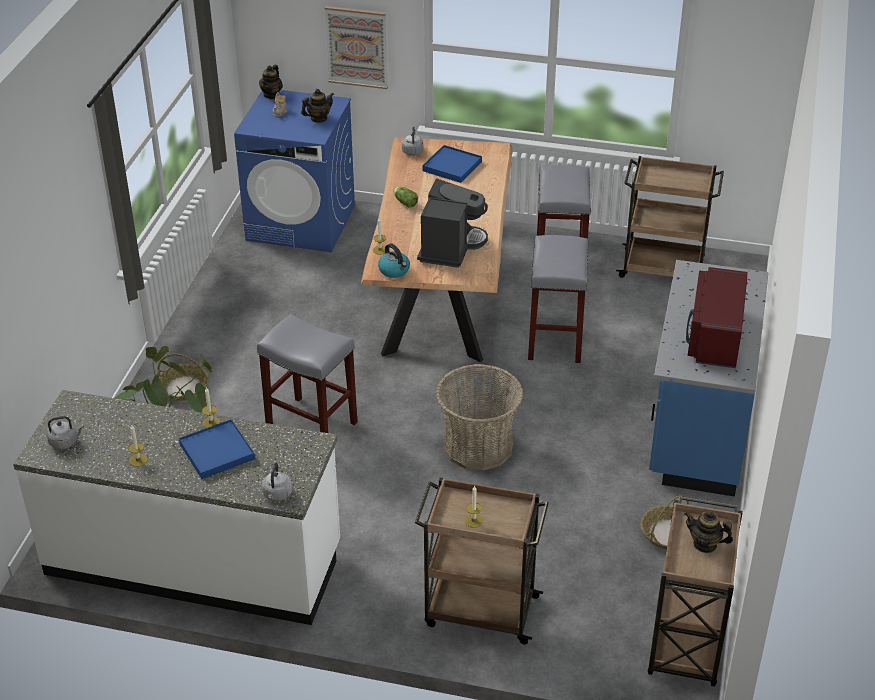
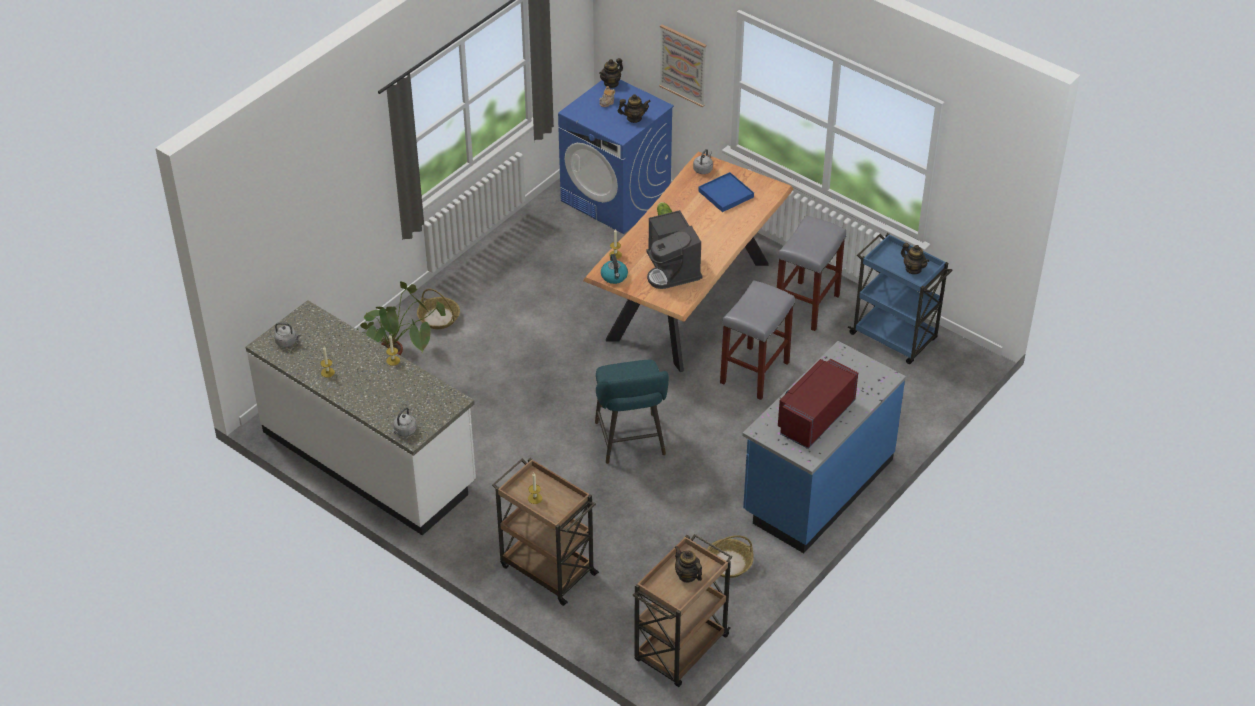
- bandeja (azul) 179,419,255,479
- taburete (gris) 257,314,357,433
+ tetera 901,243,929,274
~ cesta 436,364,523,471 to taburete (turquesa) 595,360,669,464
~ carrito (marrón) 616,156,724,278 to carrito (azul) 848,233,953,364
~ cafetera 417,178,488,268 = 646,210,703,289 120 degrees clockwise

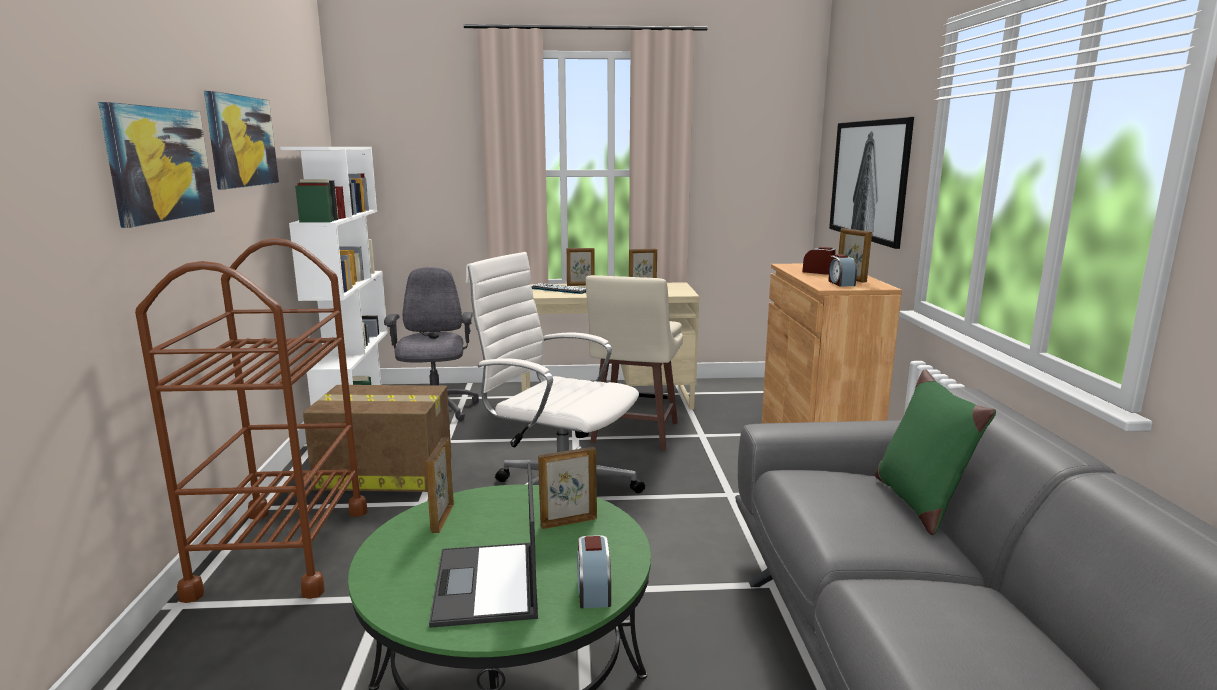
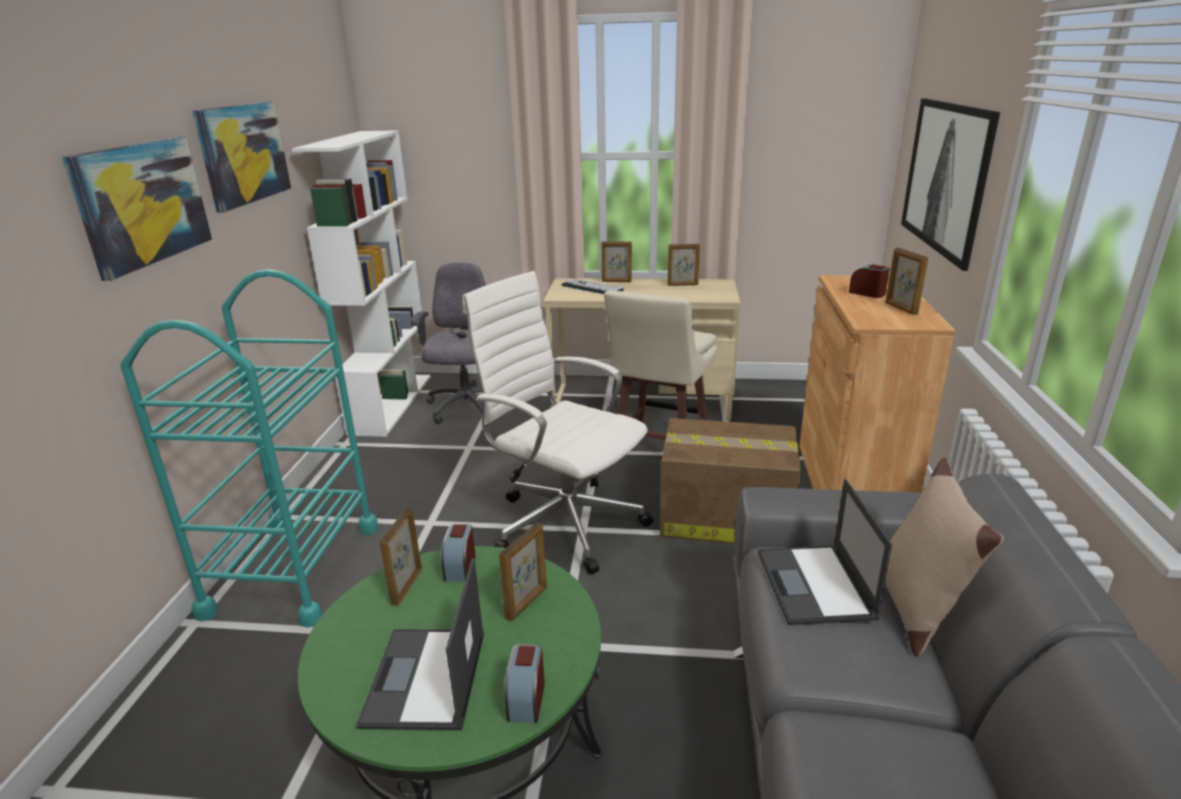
+ portátil 758,479,892,625
~ caja de cartón 303,385,452,492 to 660,418,801,544
~ despertador 828,254,857,286 to 441,524,476,582
~ carrito (marrón) 135,238,368,603 to carrito (turquesa) 121,269,378,628
~ cojín (verde) 875,370,996,535 to cojín (beis) 885,458,1004,657
~ portarretratos 538,447,597,529 = 499,523,547,621 135 degrees clockwise

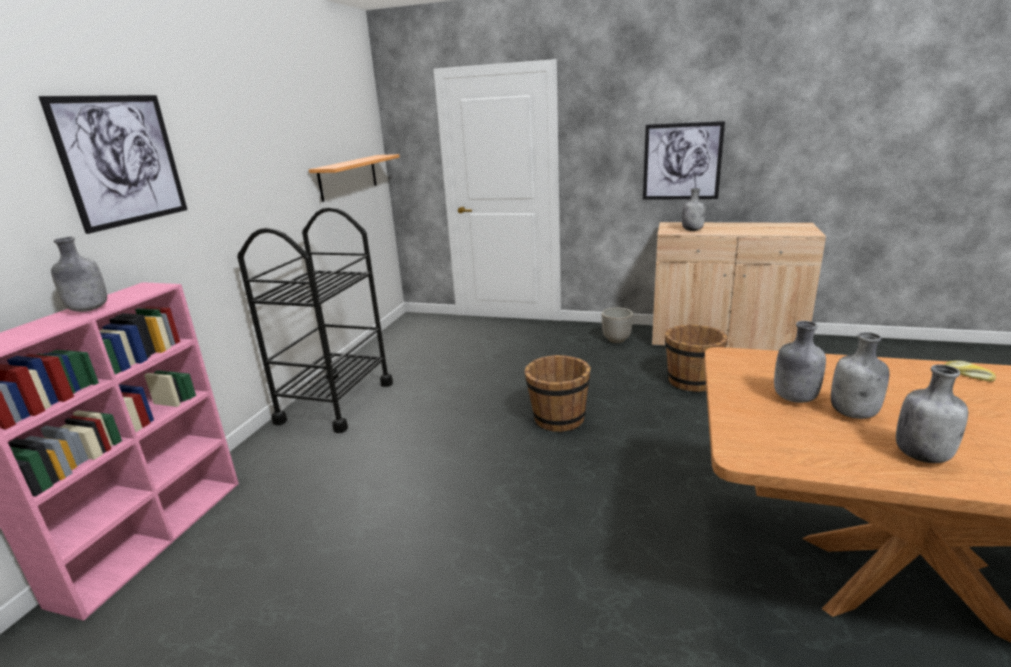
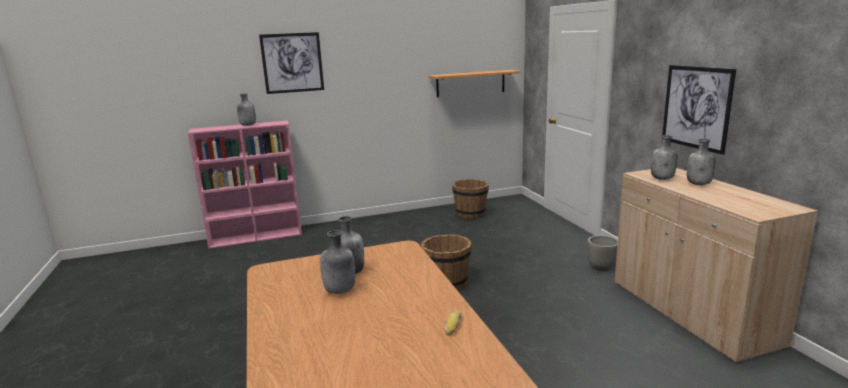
- carrito (negro) 237,207,393,433
~ cubo (marrón) 665,324,728,392 to 452,179,489,219
~ botella (gris) 896,364,968,463 to 687,139,716,185

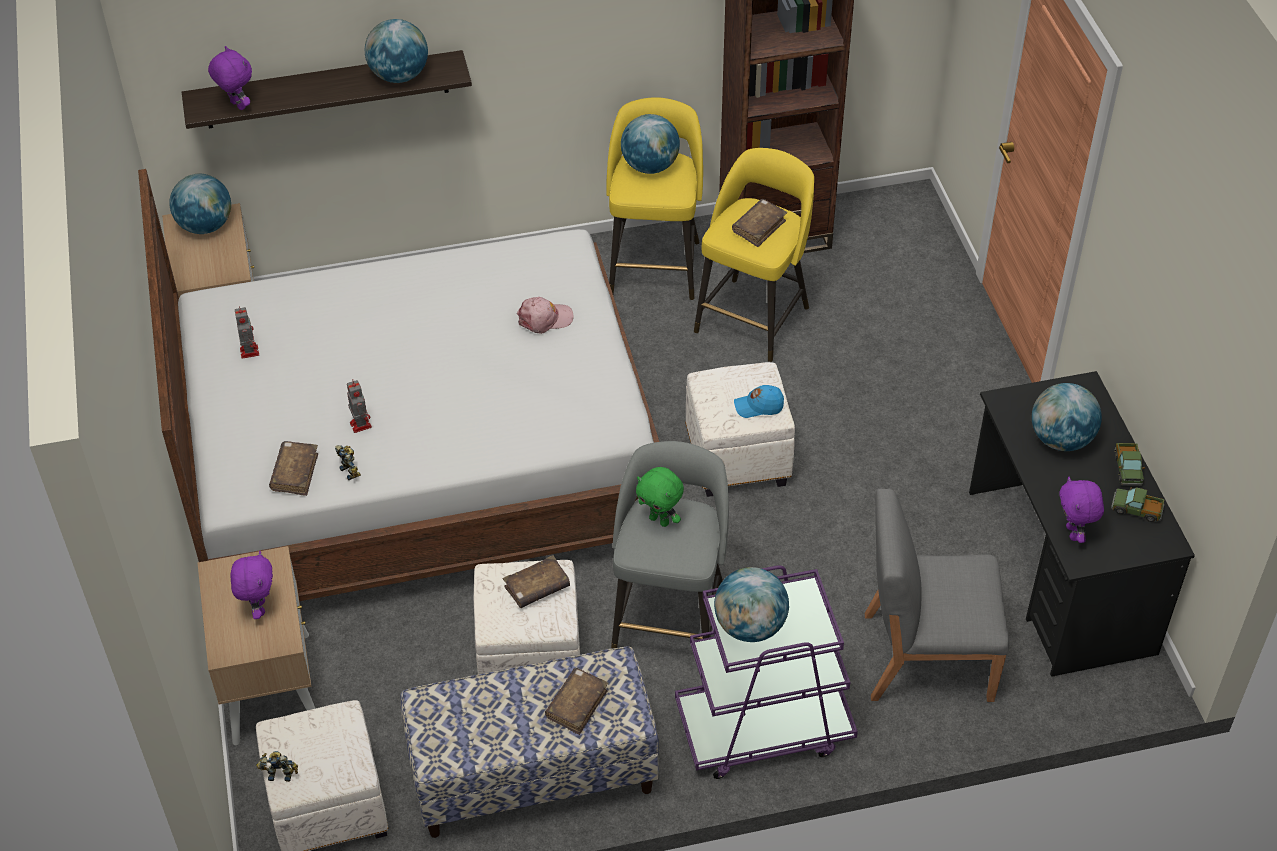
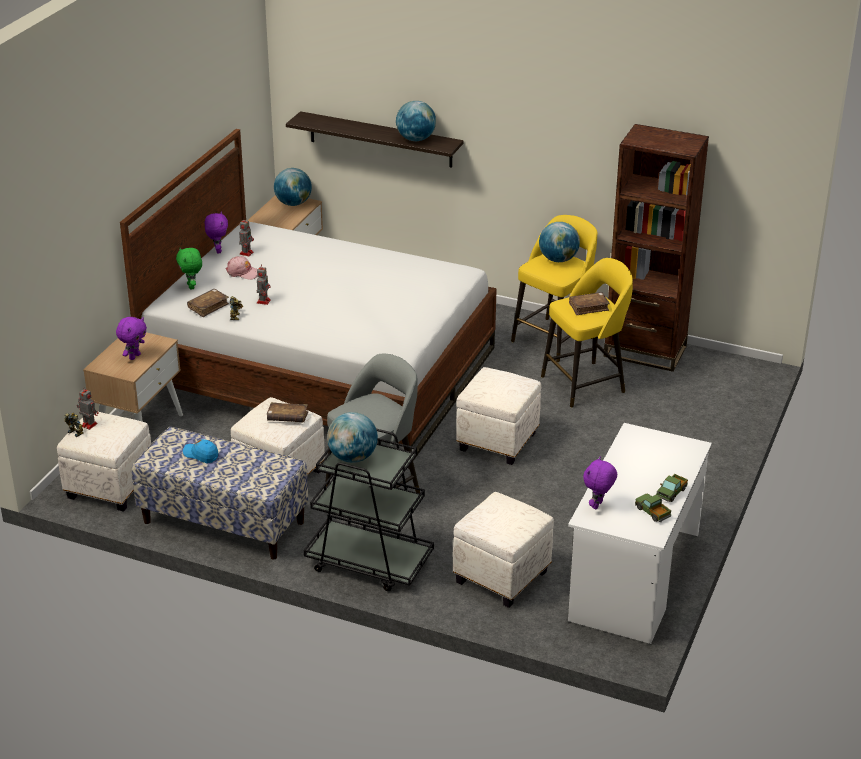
- libro (marrón) 545,668,608,735
- globo terráqueo 1032,383,1102,451
+ robot de juguete 77,387,98,430
~ peluche (morado) 208,46,252,110 to 205,212,228,253
~ gorra (rosa) 517,297,574,334 to 225,256,258,280
~ peluche (verde) 636,467,684,527 to 176,248,202,289
~ gorra (azul) 734,385,784,418 to 183,439,218,463
~ silla (gris) 865,489,1009,702 to puf (blanco) 453,492,554,608
~ carrito (morado) 675,565,858,779 to carrito (negro) 304,429,434,591
~ escritorio (negro) 969,371,1195,677 to escritorio (blanco) 568,423,712,644

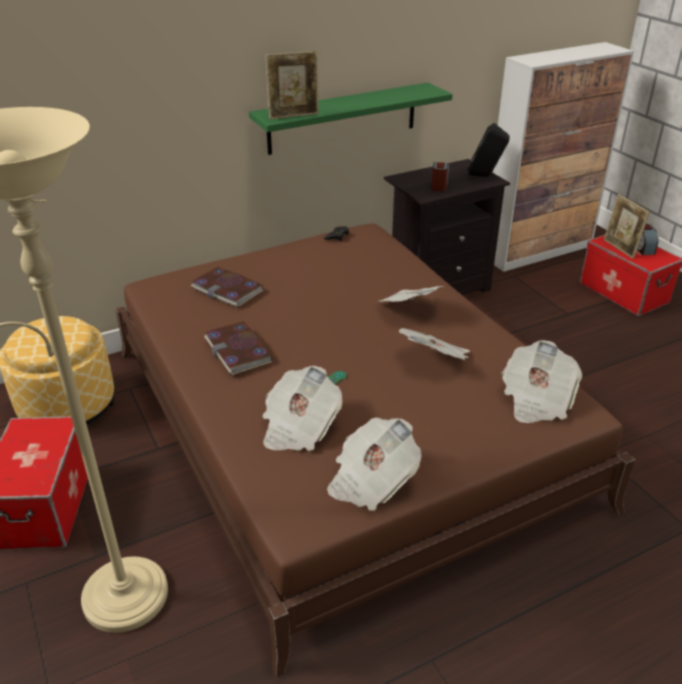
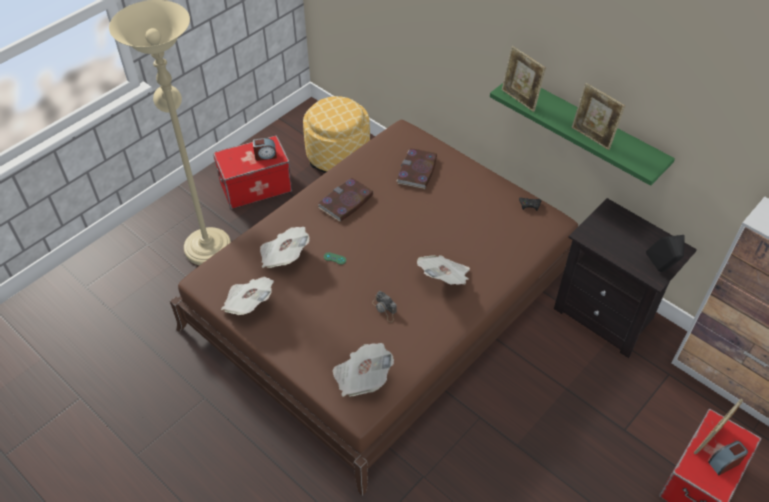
+ portarretratos 572,83,625,150
~ despertador 431,162,449,191 to 253,138,277,161
~ periódico 399,328,470,360 to cámara 372,291,397,322

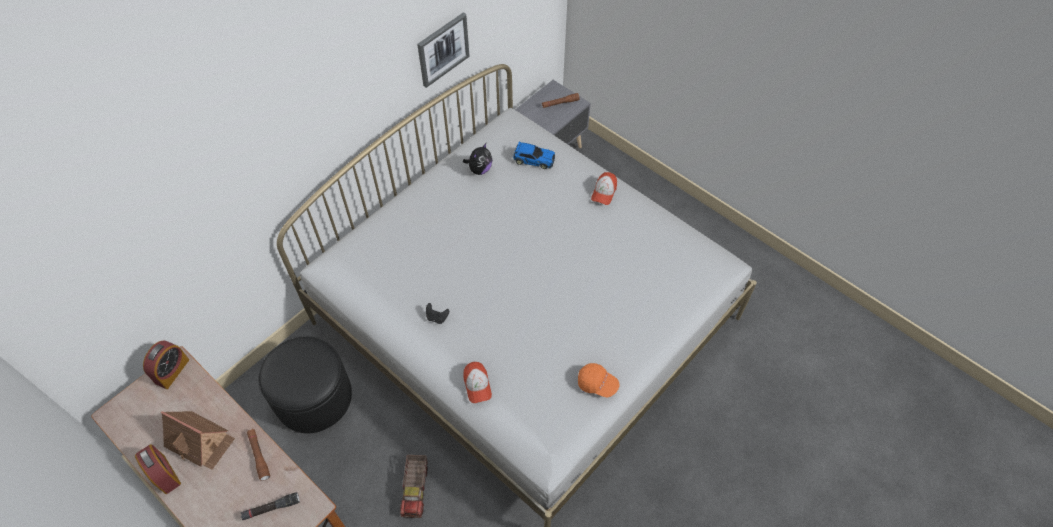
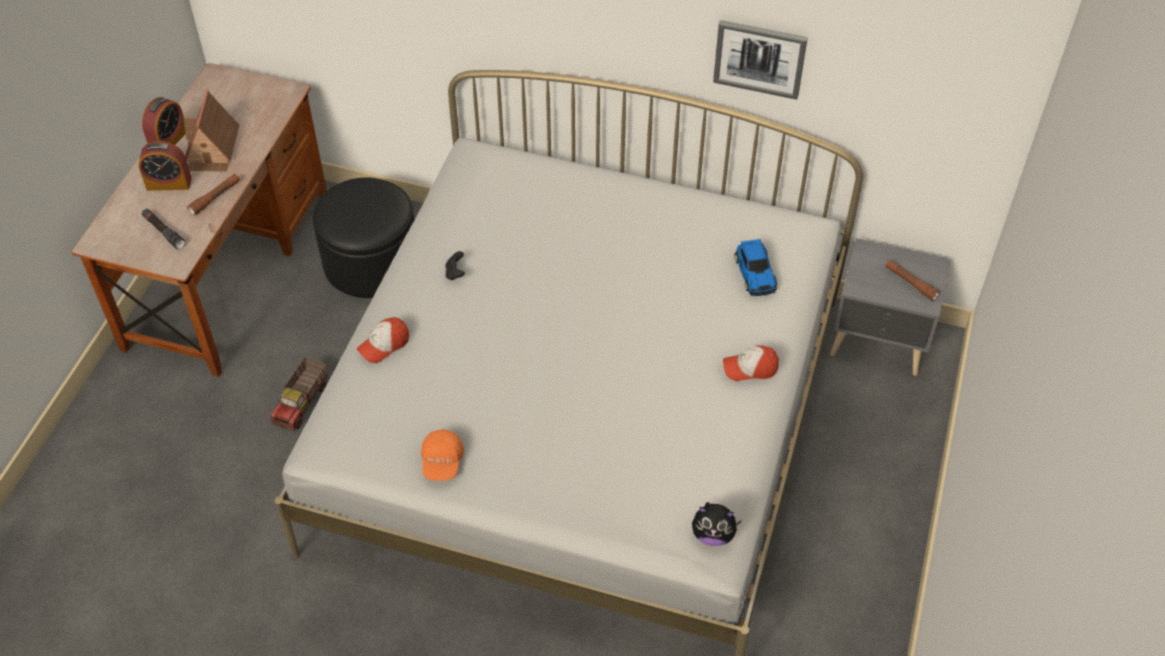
~ despertador 143,340,189,389 to 138,141,192,191
~ peluche 463,143,492,175 to 692,502,741,546
~ camión de juguete 400,455,428,518 = 270,357,328,431 45 degrees counterclockwise

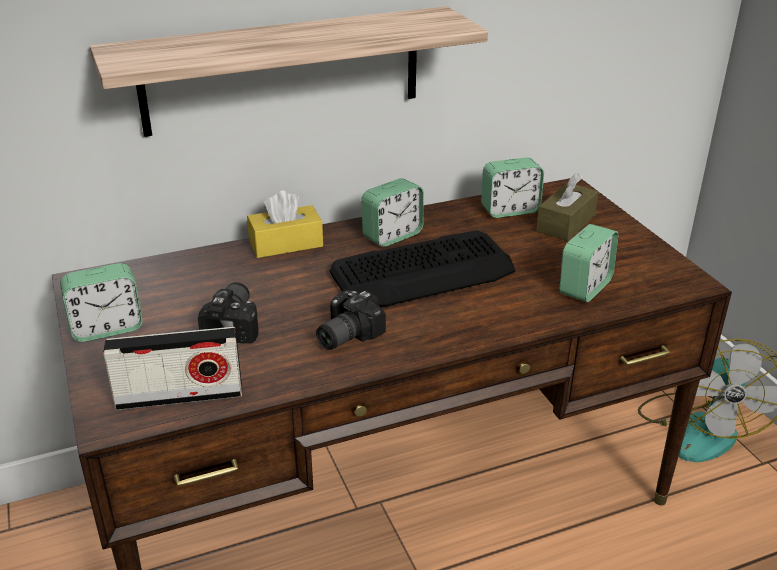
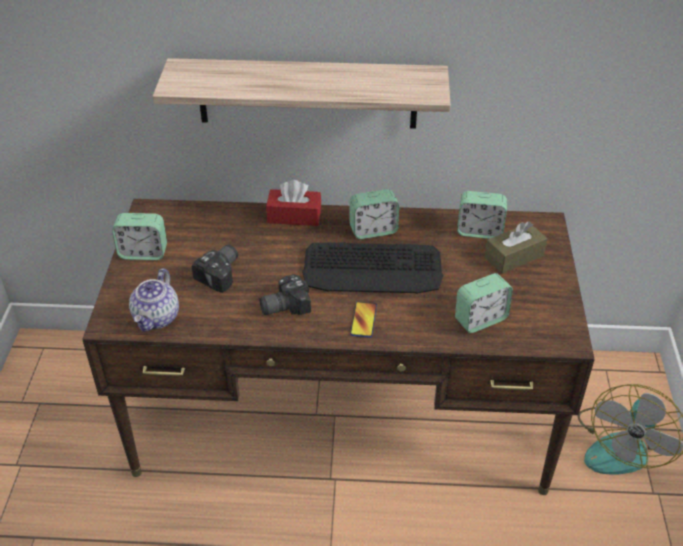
+ móvil 350,301,377,338
~ radio 103,327,242,410 to tetera 129,268,179,332
~ caja de pañuelos (amarillo) 247,190,323,258 to caja de pañuelos (rojo) 266,180,321,226

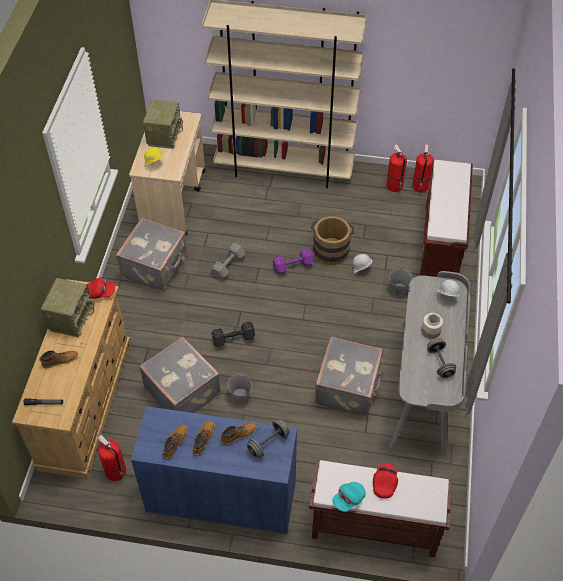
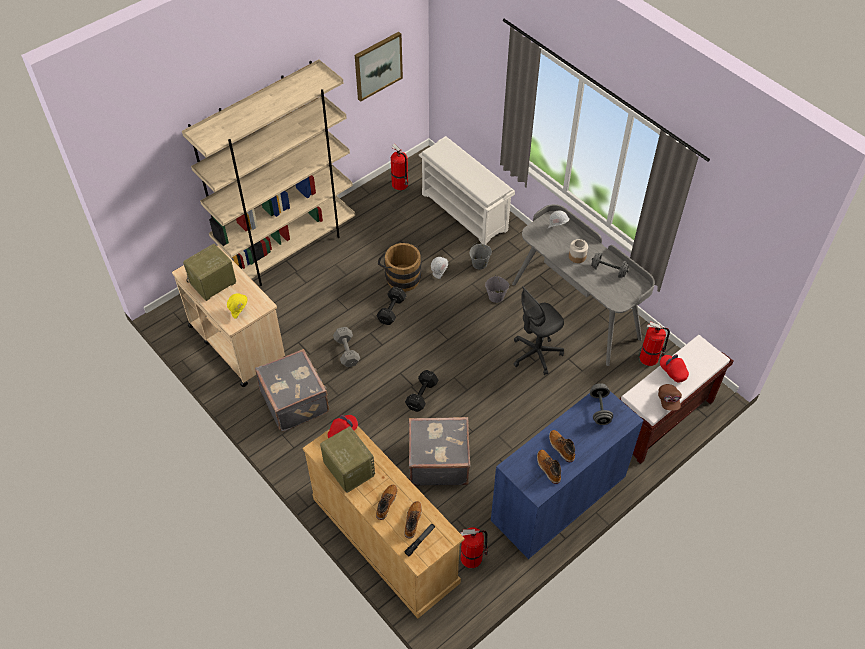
+ cuadro 355,32,403,102
~ bota 220,423,257,445 to 404,501,422,539
~ cubo (gris) 227,374,252,404 to 485,274,509,303
~ extintor 386,144,407,192 to 639,321,670,366
~ maleta (gris) 315,337,383,417 to silla de oficina (gris) 513,286,564,375
~ banco (marrón) 420,160,473,277 to zapatero (blanco) 419,136,515,245
~ mancuerna (morado) 273,248,314,274 to mancuerna (negro) 377,287,407,325
~ gorra (turquesa) 332,482,366,512 to gorra (marrón) 658,384,682,411
~ radio 143,99,183,149 = 183,244,236,301 90 degrees counterclockwise

